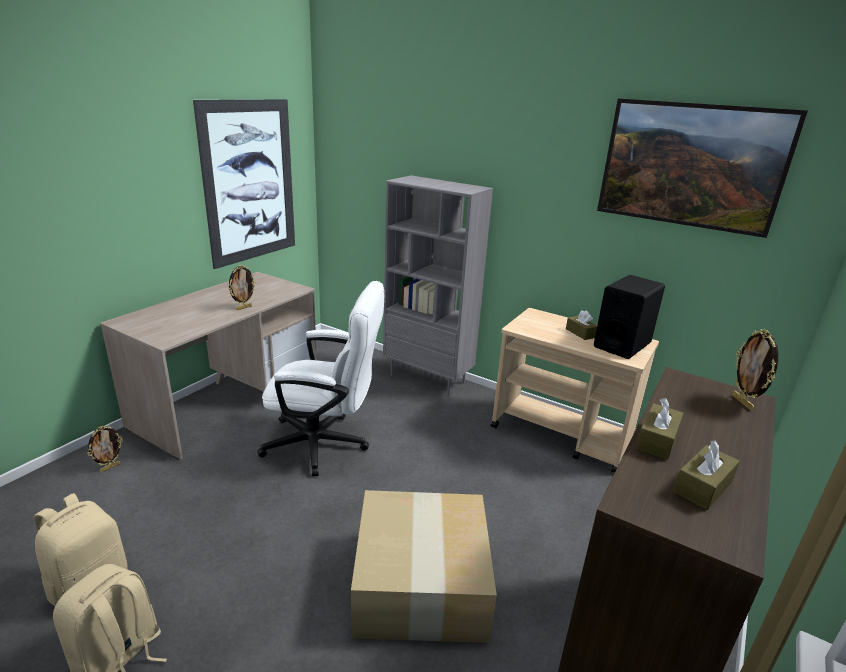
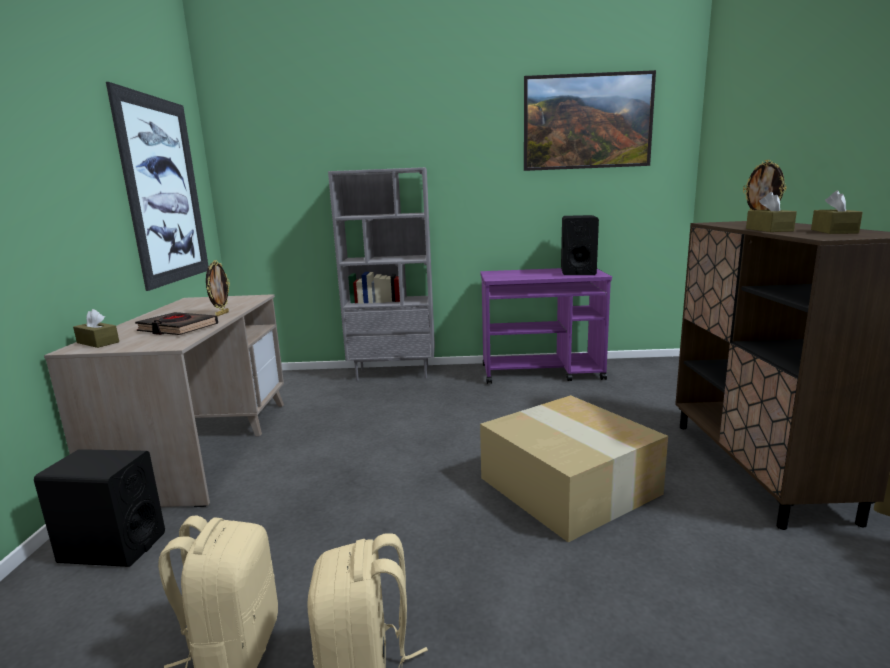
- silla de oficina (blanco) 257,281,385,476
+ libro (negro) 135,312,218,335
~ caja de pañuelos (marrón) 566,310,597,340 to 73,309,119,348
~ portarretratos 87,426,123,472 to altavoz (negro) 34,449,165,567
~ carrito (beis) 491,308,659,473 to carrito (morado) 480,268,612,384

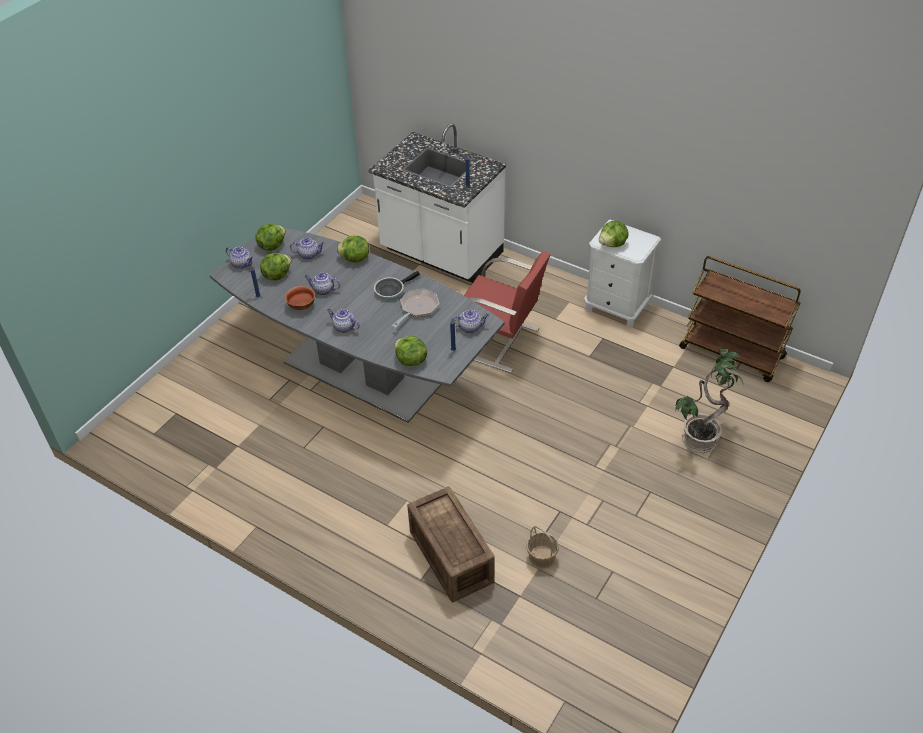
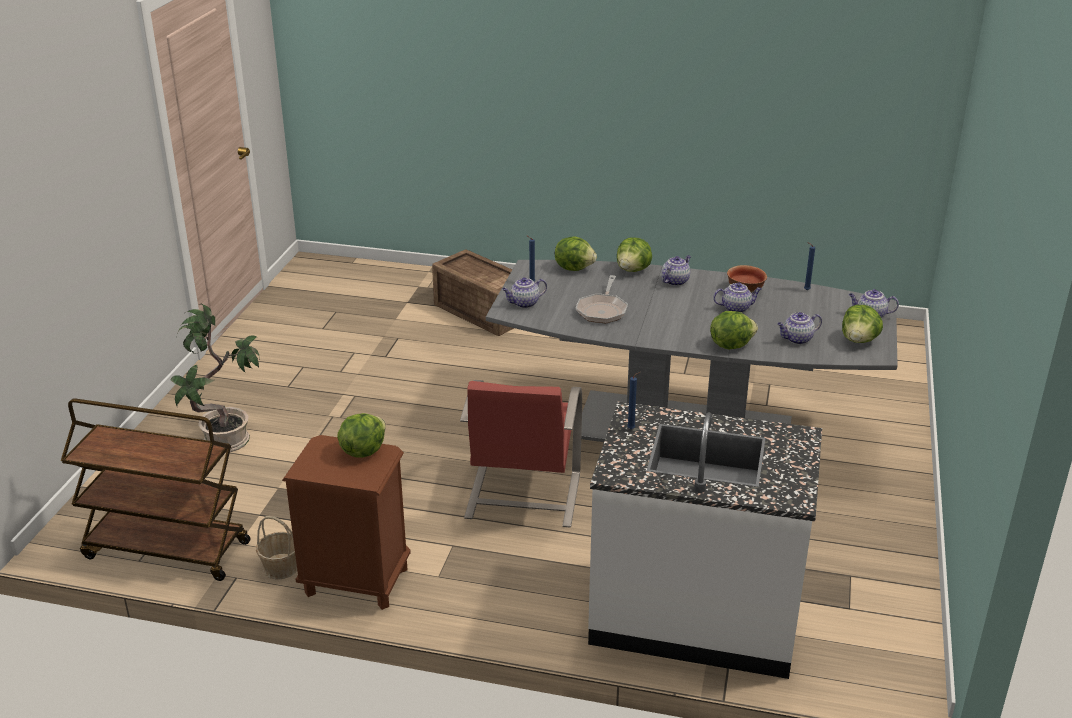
- sartén 374,271,420,300
~ lechuga 260,253,291,280 to 617,237,652,272
~ cesta 526,526,559,569 to 256,516,297,580
~ mesita de noche (blanco) 584,220,661,328 to mesita de noche (marrón) 282,435,411,610
~ tetera 327,309,360,333 = 661,255,691,286 60 degrees counterclockwise
~ silla (rojo) 464,251,551,373 = 460,380,582,527 90 degrees counterclockwise

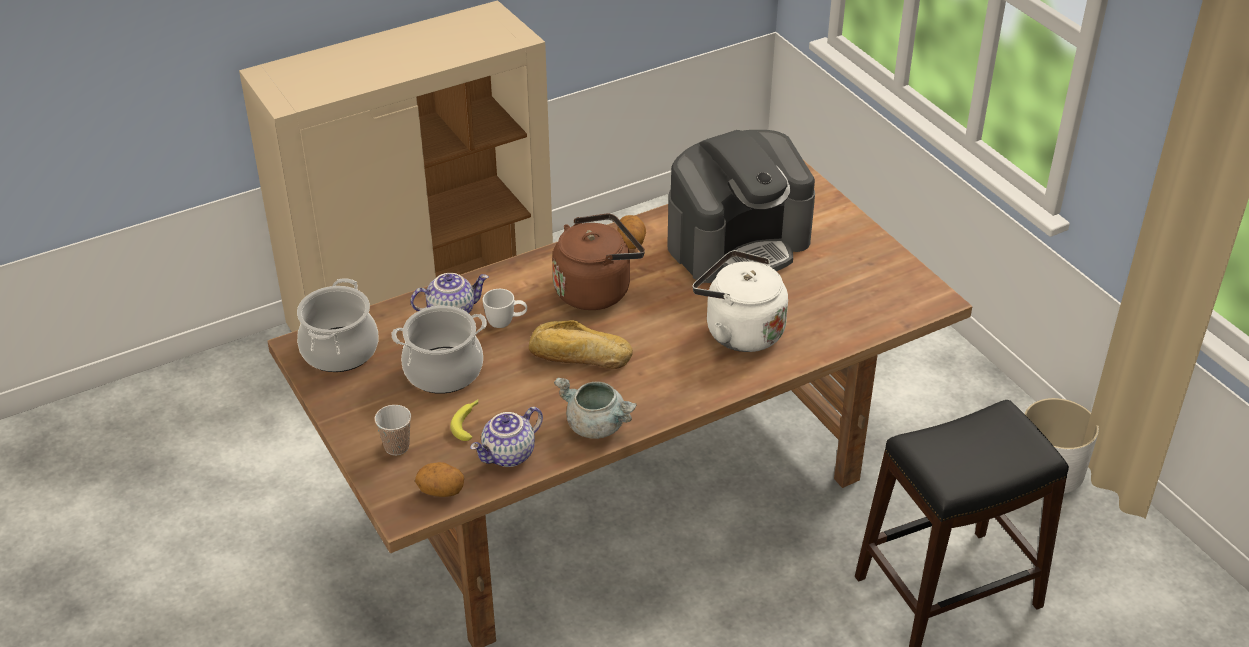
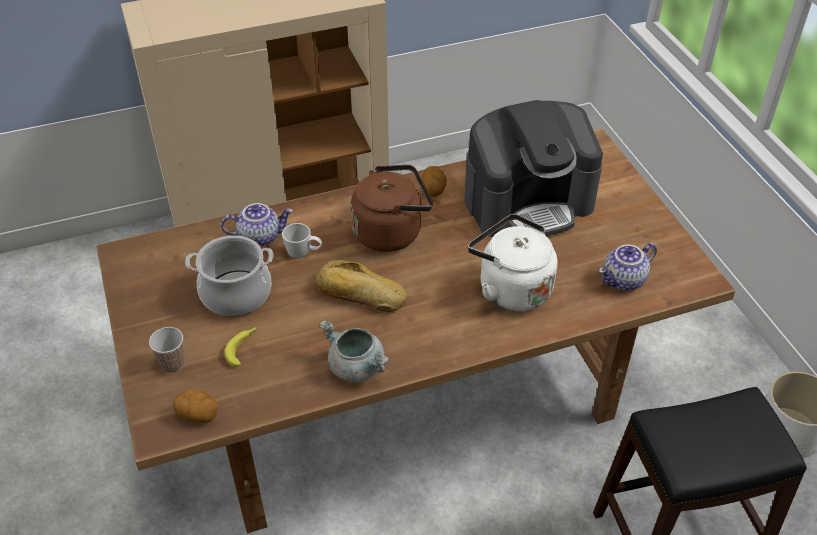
- olla 297,278,379,372
~ tetera 470,407,543,467 to 599,243,657,291

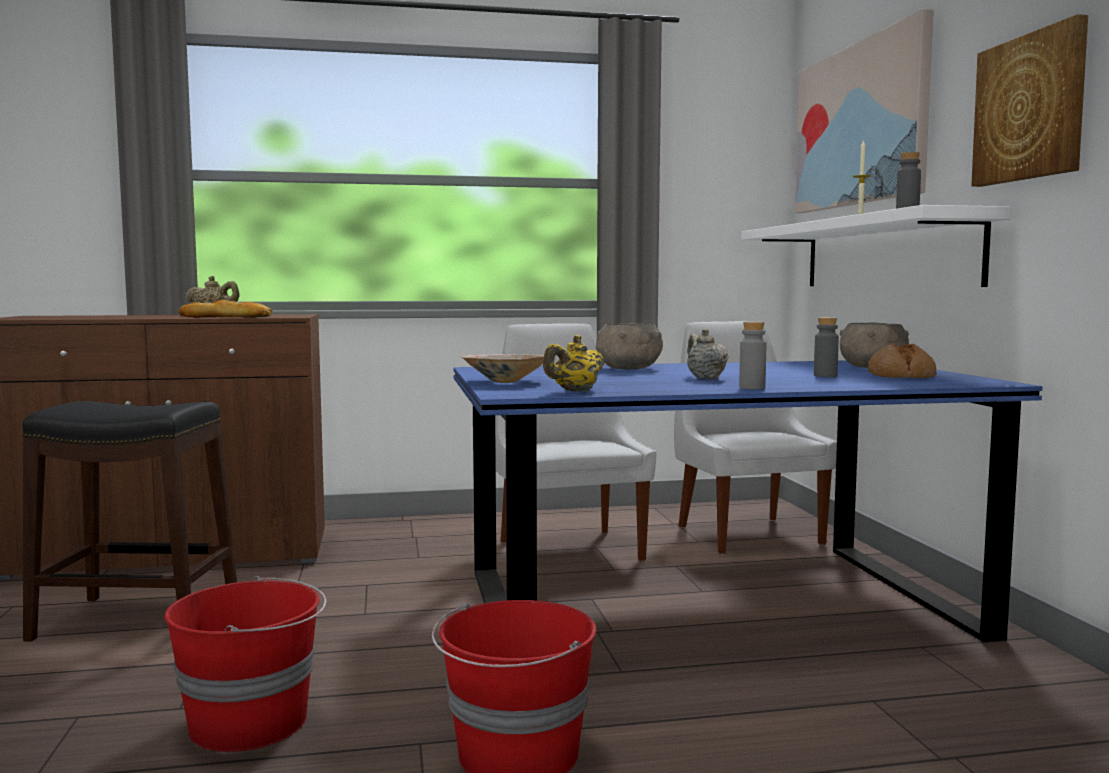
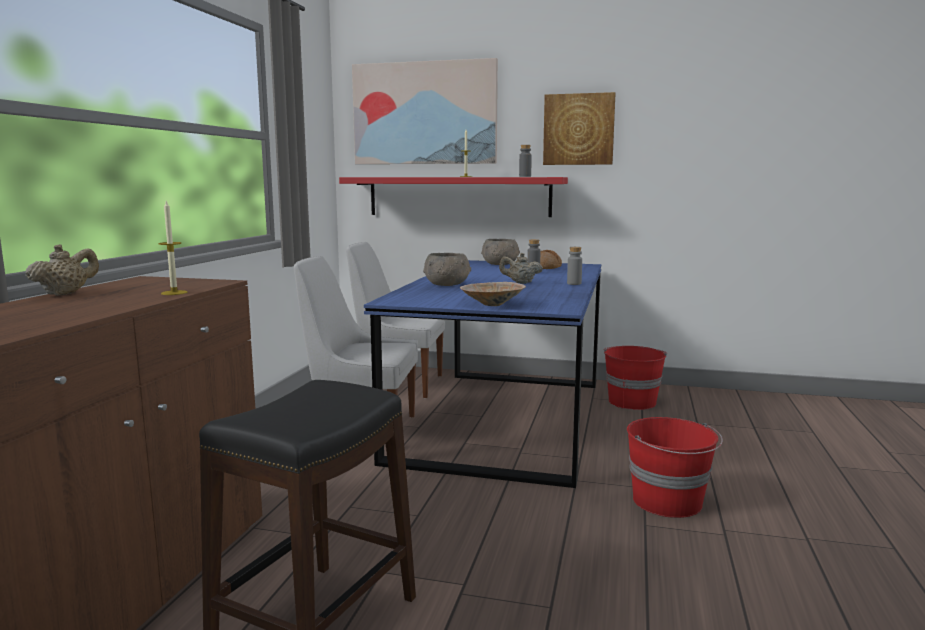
- tetera (amarillo) 543,335,604,392
~ cubo (rojo) 165,576,327,752 to 604,346,667,410
~ pan 179,300,273,317 to vela 159,201,187,295
~ estante (blanco) 741,205,1011,287 to estante (rojo) 339,177,568,217

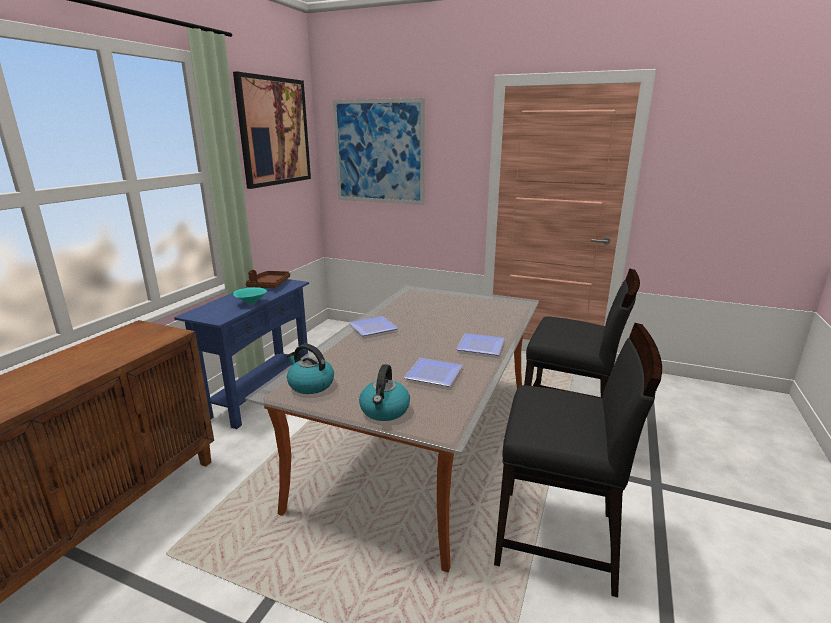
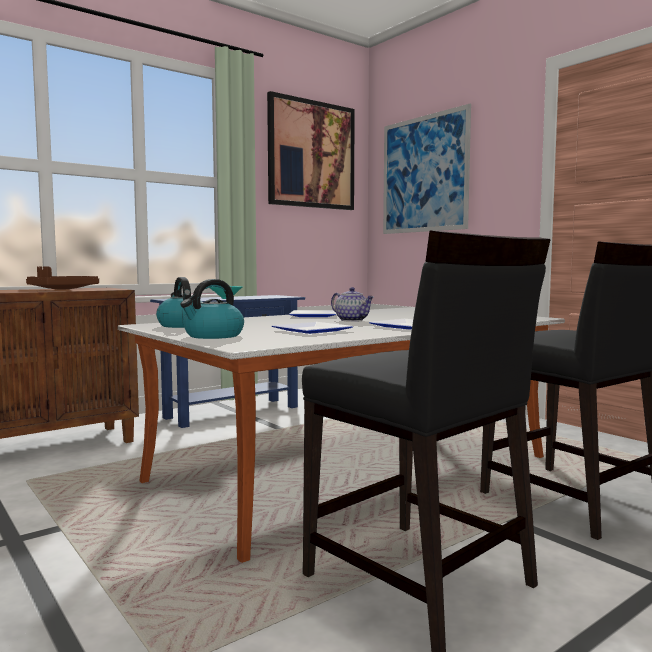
+ tetera 331,287,374,322
~ bandeja (marrón) 246,270,290,288 to 26,267,99,289

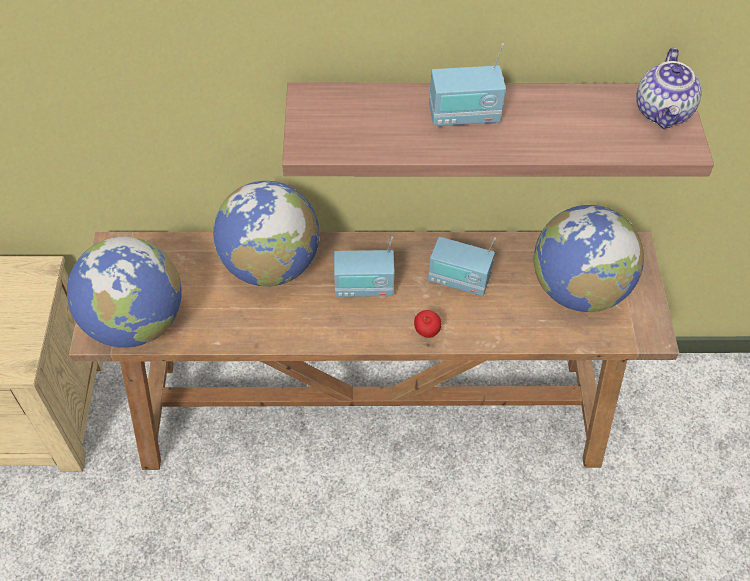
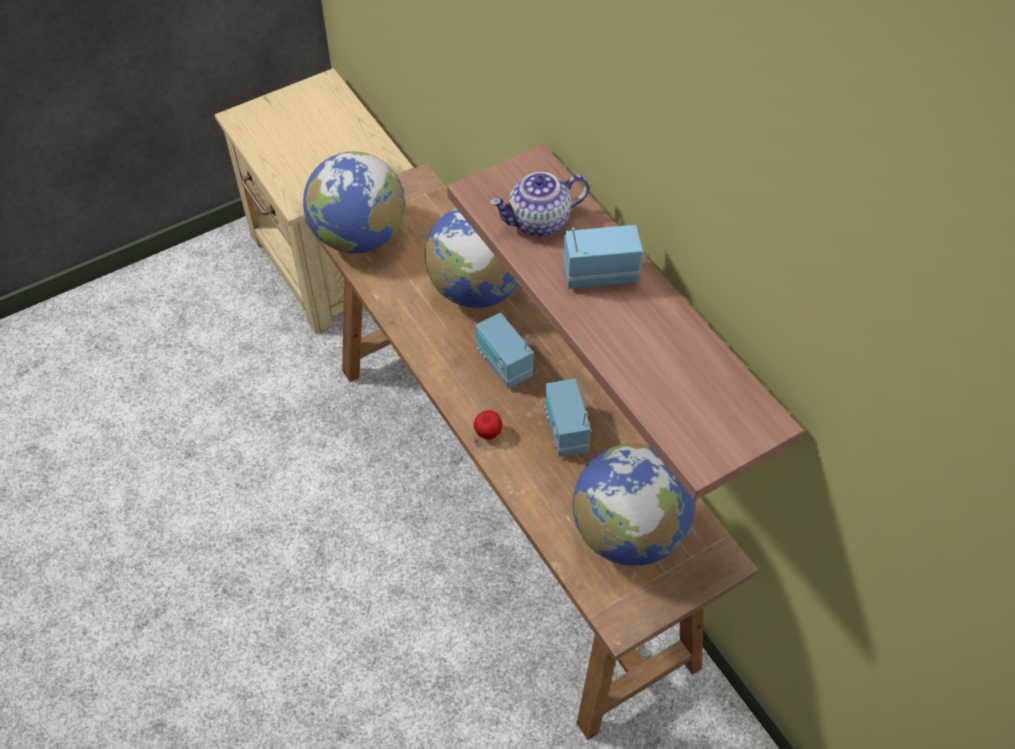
~ tetera 636,48,702,129 to 490,172,589,237
~ radio 429,43,506,127 = 563,225,643,289 120 degrees clockwise

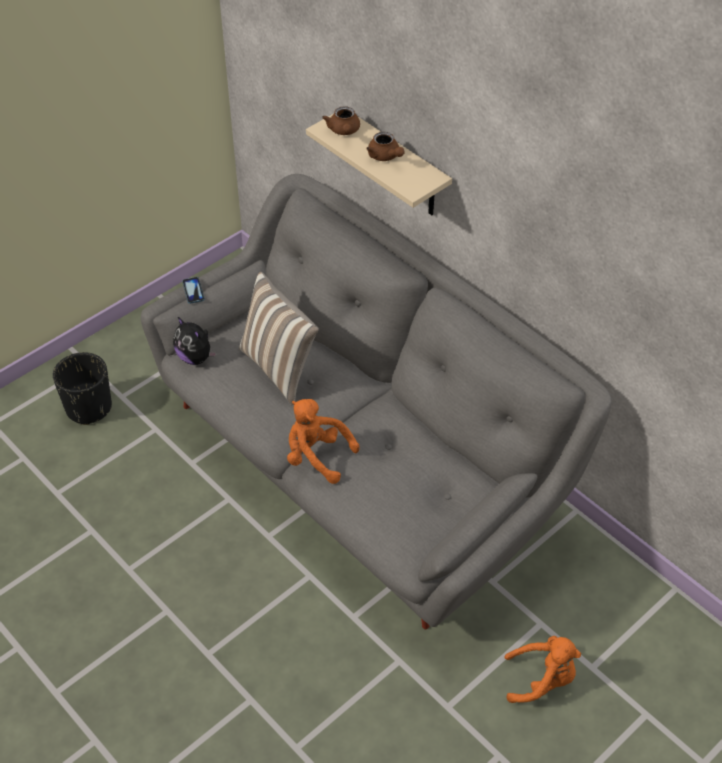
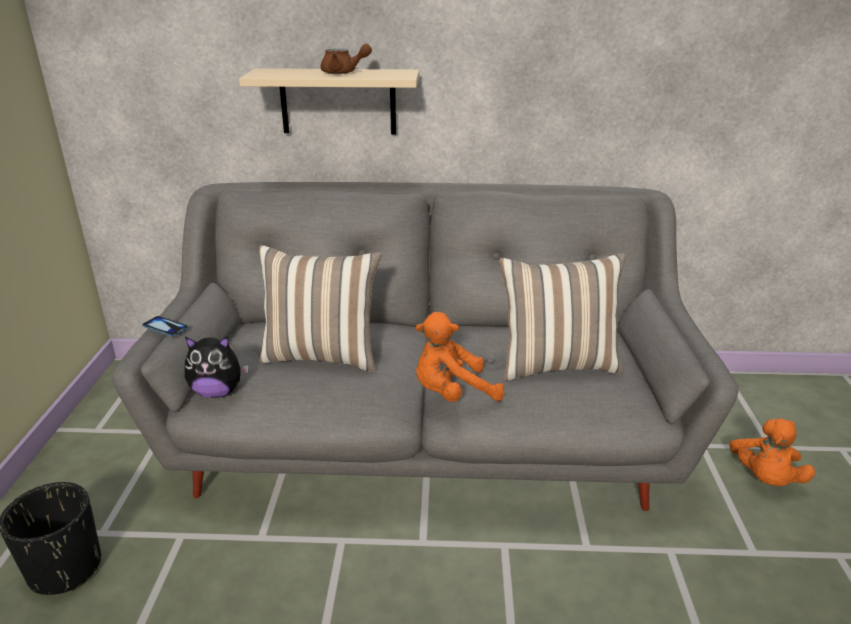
- tetera (marrón) 322,106,360,135
+ cojín 499,253,626,380
~ peluche (naranja) 504,636,581,703 = 729,418,815,486 150 degrees clockwise

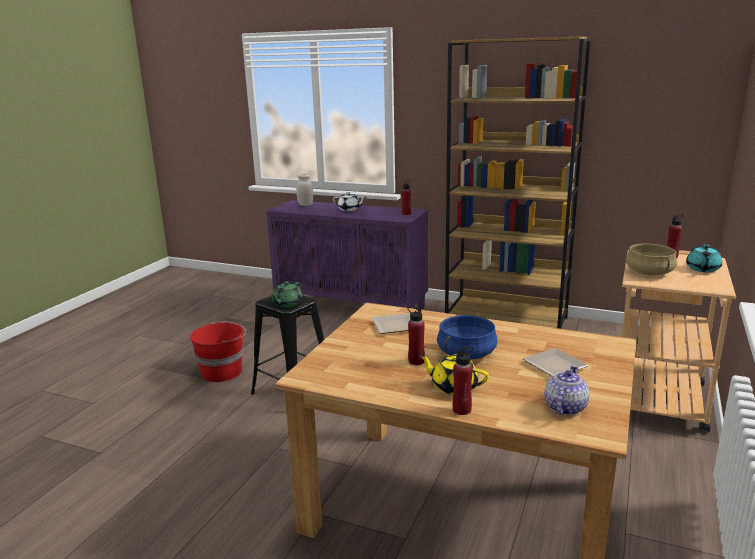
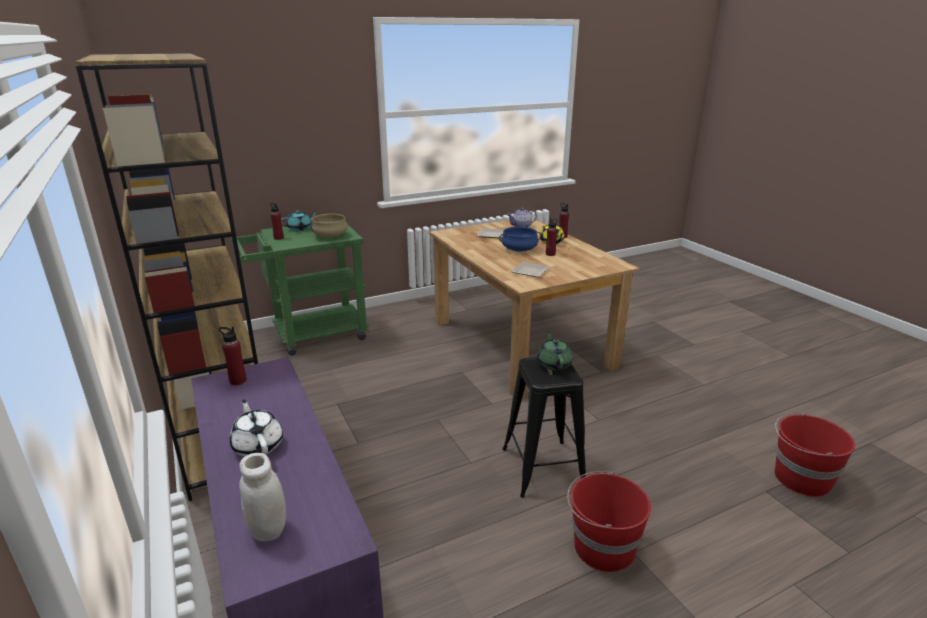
+ cubo (rojo) 774,413,855,497
~ carrito (beis) 621,250,736,432 to carrito (verde) 231,224,369,356
~ tetera (verde) 271,281,303,308 = 537,332,573,370 75 degrees counterclockwise

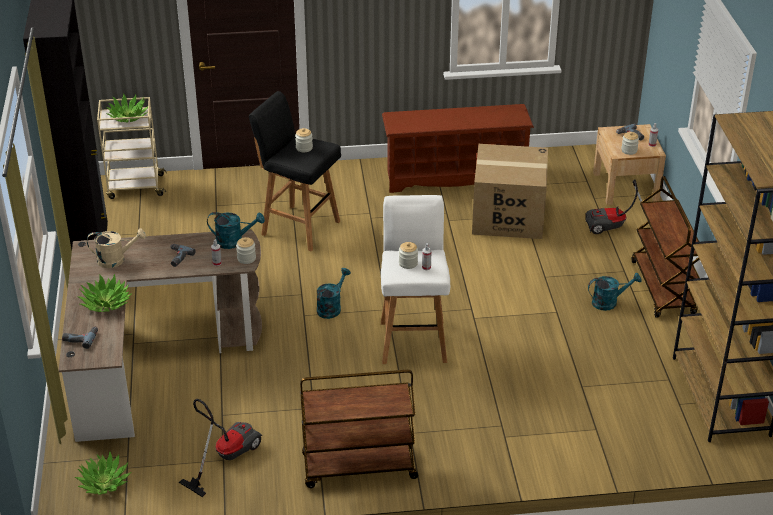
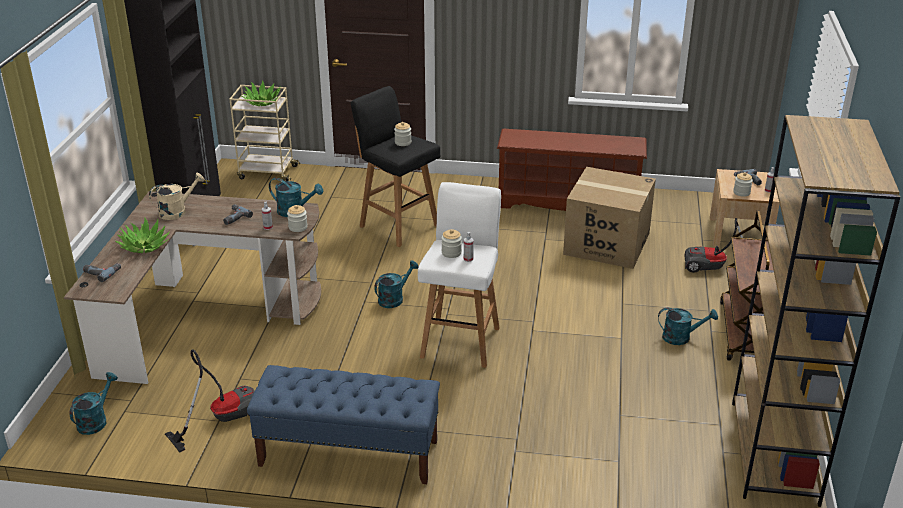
~ planta en maceta 74,451,131,495 to regadera (turquesa) 70,372,118,435
~ carrito (marrón) 300,370,418,488 to banco (azul) 247,365,440,484
~ regadera (beis) 87,228,146,268 = 149,173,205,220 45 degrees counterclockwise

